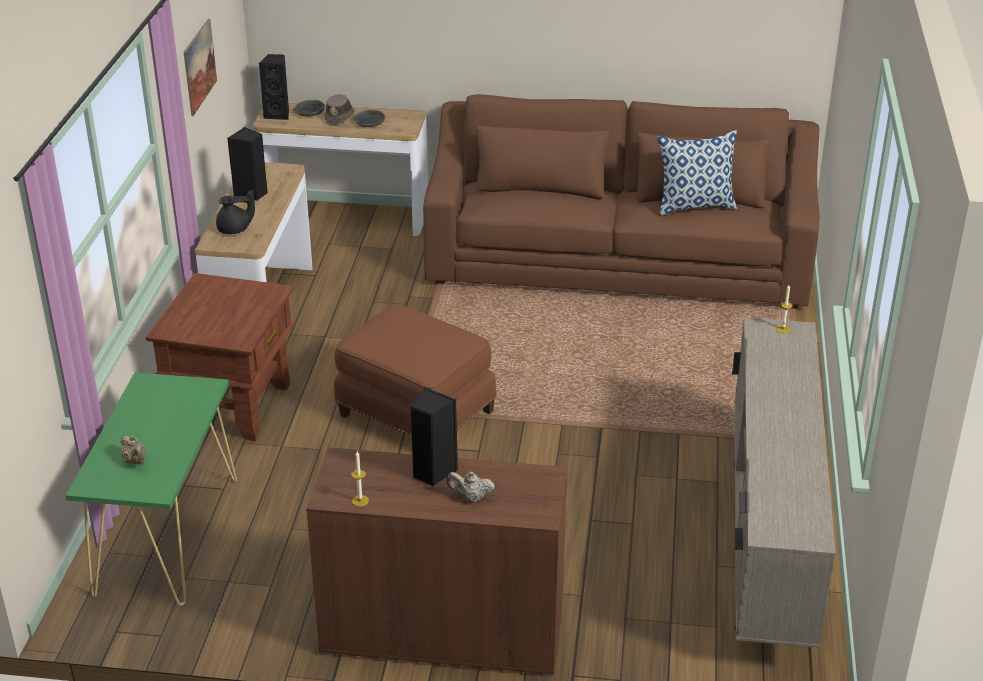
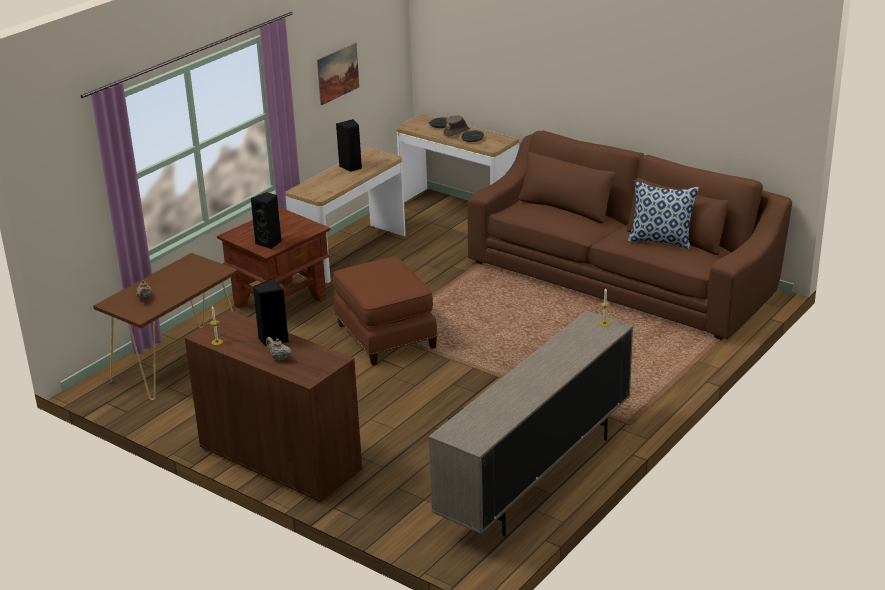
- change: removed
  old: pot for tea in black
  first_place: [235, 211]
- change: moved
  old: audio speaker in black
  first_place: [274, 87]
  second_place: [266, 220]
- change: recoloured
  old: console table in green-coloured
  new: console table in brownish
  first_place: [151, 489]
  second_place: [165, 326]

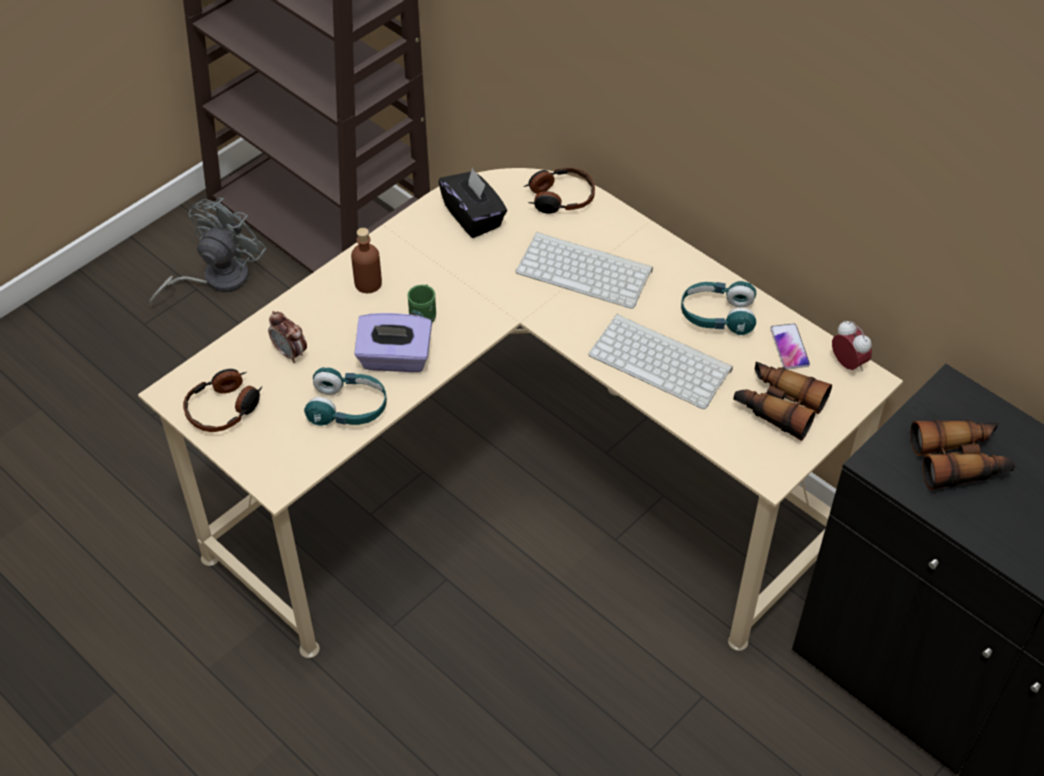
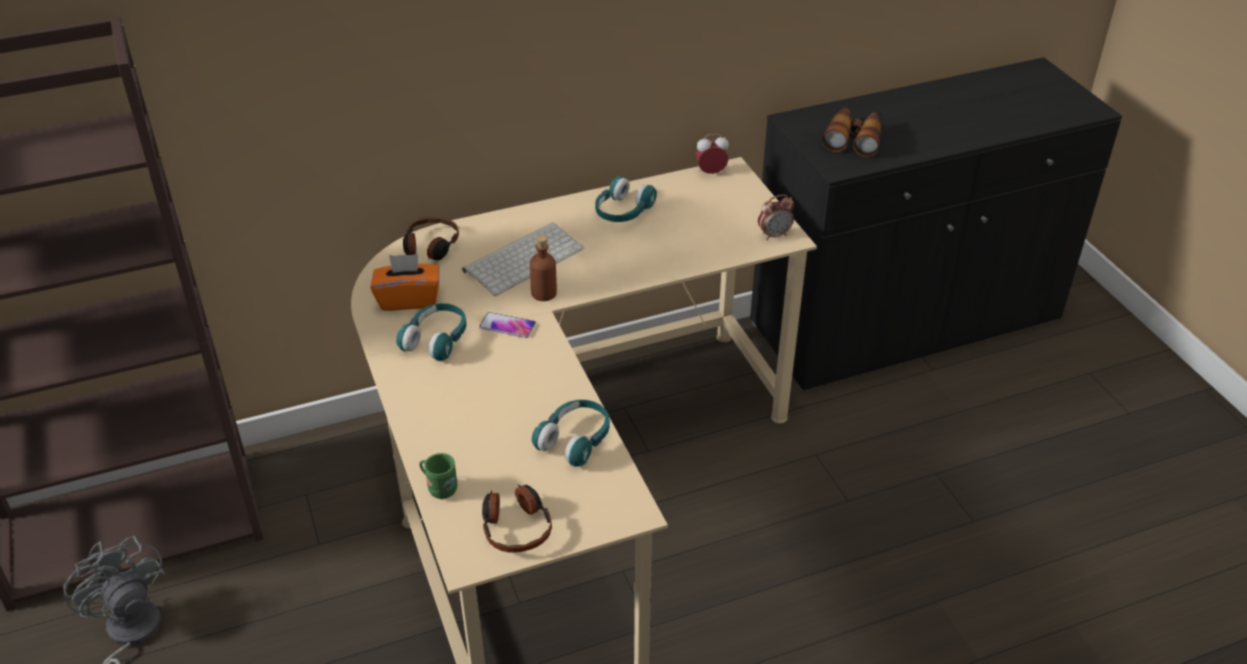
- change: removed
  old: tissue holder in purple
  first_place: [393, 342]
- change: removed
  old: computer keyboard
  first_place: [660, 361]
- change: removed
  old: binoculars
  first_place: [782, 401]
- change: added
  new: headphones in turquoise
  second_place: [431, 332]
- change: moved
  old: alarm clock
  first_place: [287, 337]
  second_place: [776, 217]
- change: moved
  old: drink bottle in brownish
  first_place: [366, 260]
  second_place: [543, 268]
- change: moved
  old: mug in green-coloured
  first_place: [421, 303]
  second_place: [438, 476]
- change: moved
  old: telephone
  first_place: [790, 346]
  second_place: [507, 325]
- change: recoloured
  old: tissue holder in black
  new: tissue holder in orange
  first_place: [472, 202]
  second_place: [405, 282]

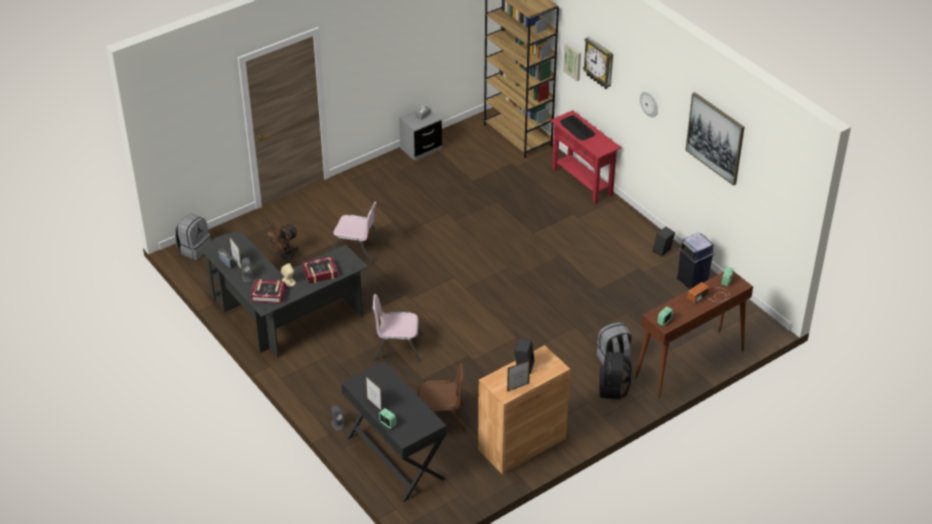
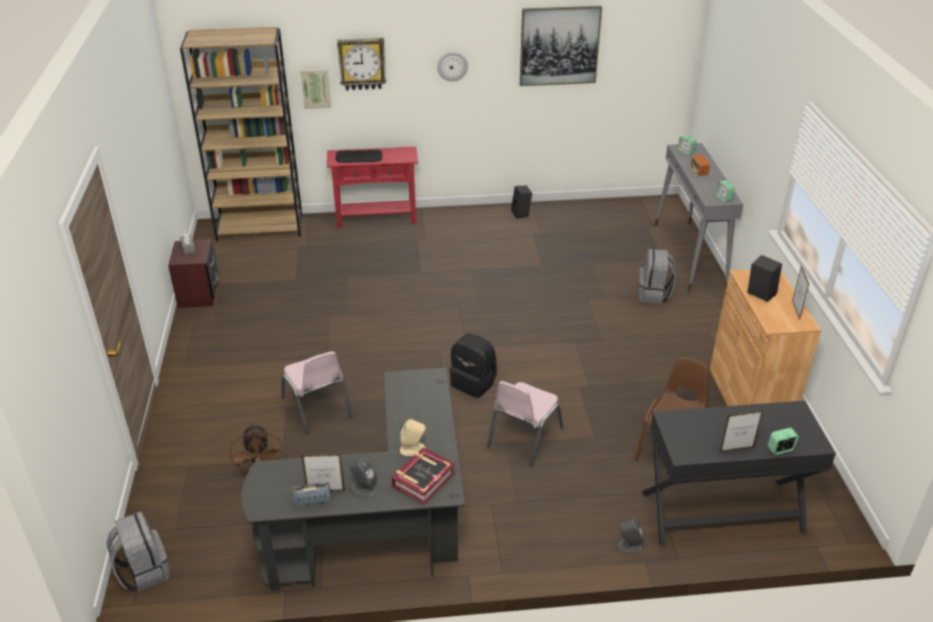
- change: removed
  old: bound book
  first_place: [320, 270]
- change: removed
  old: rubbish bin in bluish
  first_place: [696, 261]
- change: moved
  old: rucksack in black
  first_place: [615, 375]
  second_place: [473, 365]
- change: recoloured
  old: bedside table in gray
  new: bedside table in brownish
  first_place: [420, 135]
  second_place: [193, 273]
- change: recoloured
  old: console table in brownish
  new: console table in gray
  first_place: [694, 335]
  second_place: [699, 217]
- change: turned
  old: chair in pink
  first_place: [357, 232]
  second_place: [317, 392]
  degrees: 105

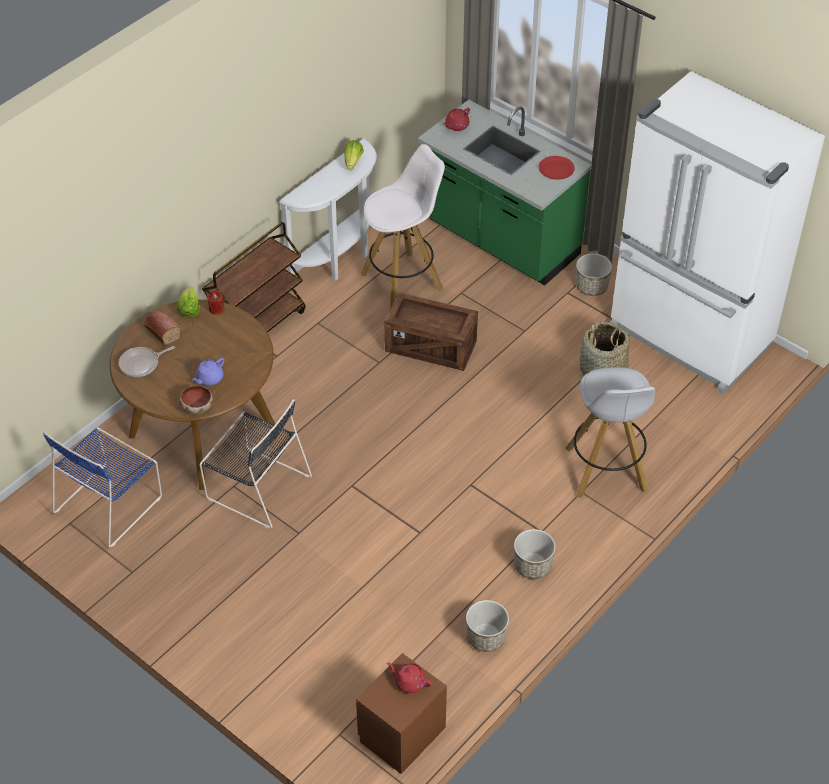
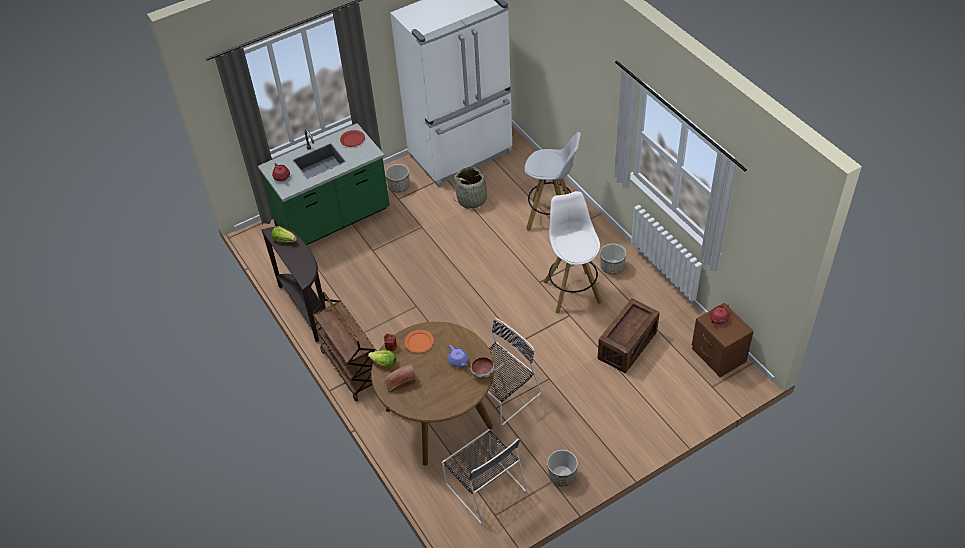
- change: removed
  old: skillet
  first_place: [147, 361]
- change: added
  new: plate in orange
  second_place: [419, 341]
- change: moved
  old: sitting stool in whitish
  first_place: [403, 226]
  second_place: [573, 252]
- change: moved
  old: shipping crate
  first_place: [431, 331]
  second_place: [629, 336]
- change: moved
  old: planter
  first_place: [487, 626]
  second_place: [562, 468]
- change: recoloured
  old: chair in bluish
  new: chair in black
  first_place: [102, 487]
  second_place: [484, 477]
- change: recoloured
  old: console table in whitish
  new: console table in brownish
  first_place: [328, 209]
  second_place: [293, 284]

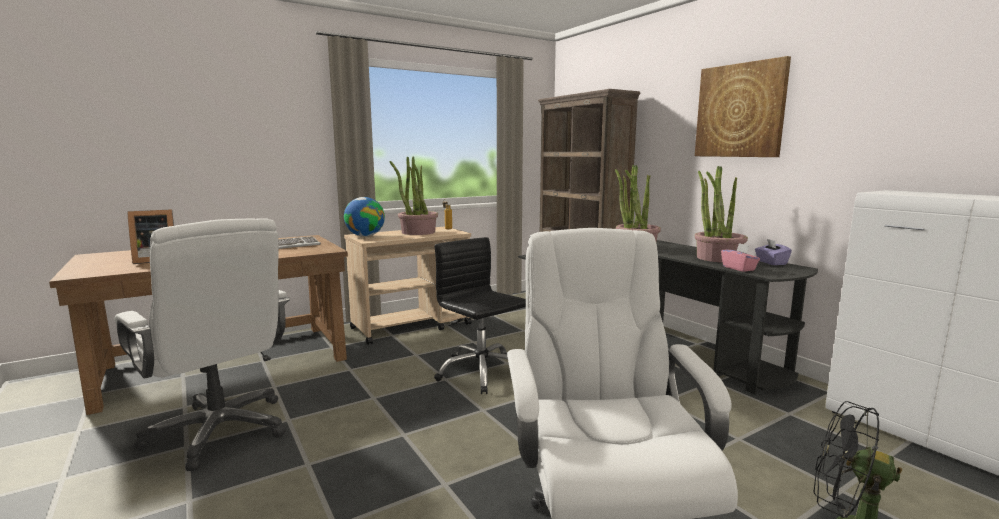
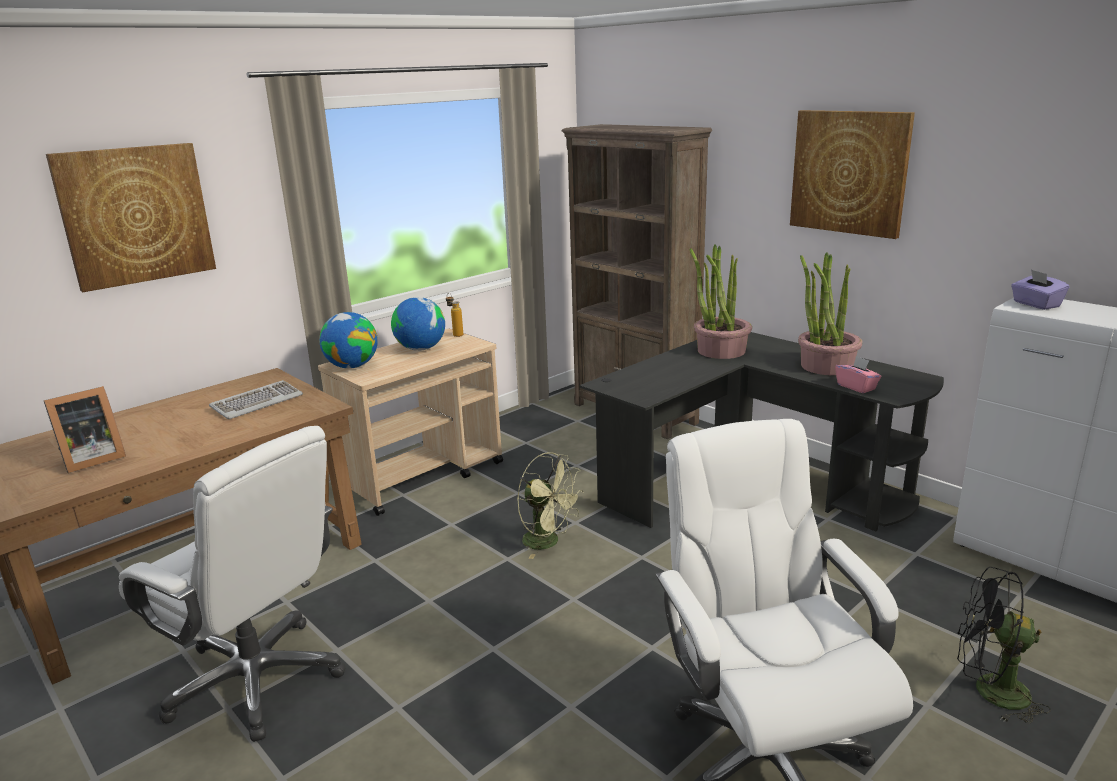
- change: added
  new: wall picture
  second_place: [131, 217]
- change: moved
  old: tissue holder in purple
  first_place: [773, 252]
  second_place: [1040, 289]
- change: replaced
  old: houseplant
  new: desk globe
  first_place: [413, 195]
  second_place: [418, 324]
- change: replaced
  old: computer chair in black
  new: cooling fan in green-coloured
  first_place: [480, 315]
  second_place: [550, 505]

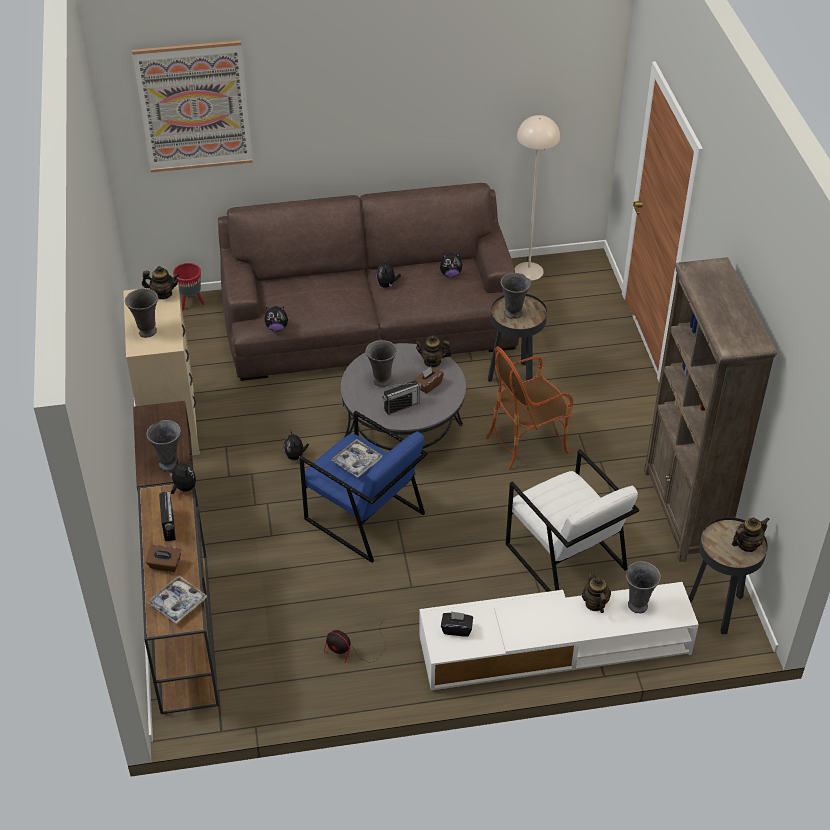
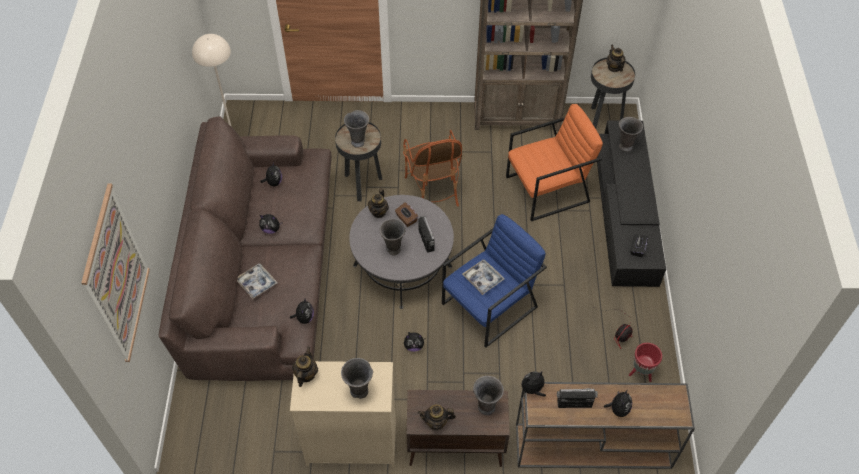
- change: moved
  old: serving tray
  first_place: [177, 600]
  second_place: [257, 281]
- change: moved
  old: planter in red
  first_place: [188, 286]
  second_place: [645, 362]
- change: moved
  old: pot for tea
  first_place: [596, 591]
  second_place: [437, 417]
- change: replaced
  old: tissue holder in brownish
  new: plush toy
  first_place: [163, 558]
  second_place: [618, 403]
- change: recoloured
  old: media console in whitish
  new: media console in black
  first_place: [559, 636]
  second_place: [631, 203]
- change: recoloured
  old: lounge chair in whitish
  new: lounge chair in orange
  first_place: [572, 520]
  second_place: [554, 162]

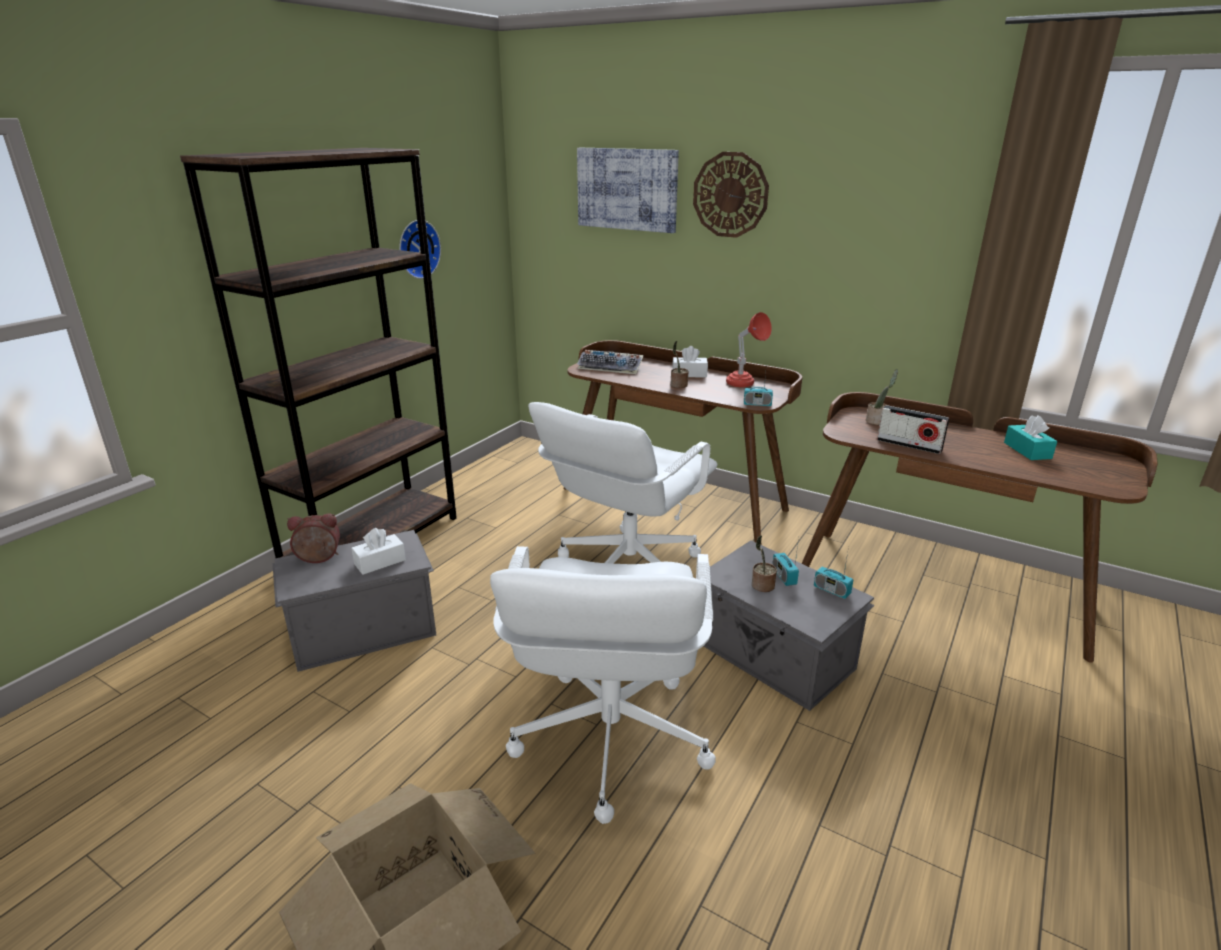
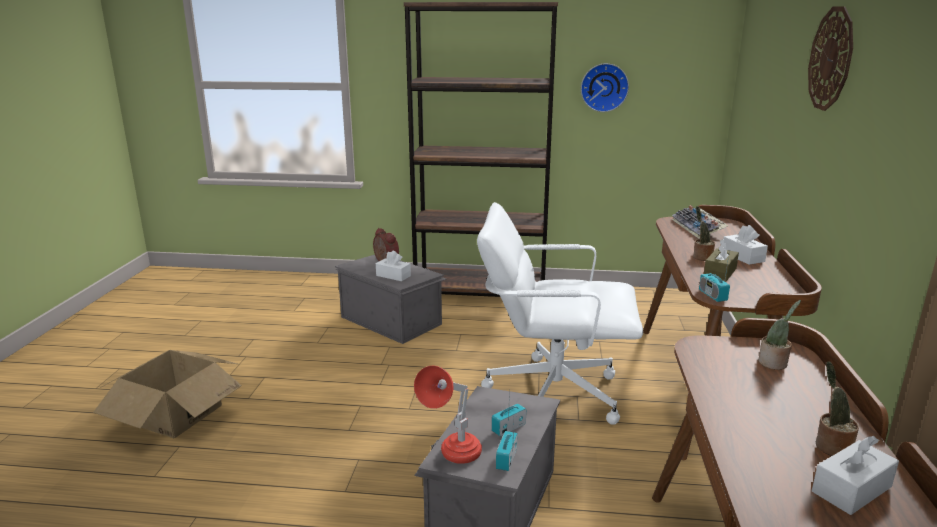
- change: removed
  old: computer chair in whitish
  first_place: [603, 685]
- change: removed
  old: wall picture
  first_place: [628, 190]
- change: removed
  old: radio
  first_place: [913, 429]
- change: added
  new: tissue holder in brownish
  second_place: [721, 260]
- change: moved
  old: lamp for a table in red
  first_place: [749, 349]
  second_place: [448, 415]
- change: moved
  old: houseplant
  first_place: [764, 563]
  second_place: [837, 408]
- change: recoloured
  old: tissue holder in turquoise
  new: tissue holder in whitish
  first_place: [1030, 437]
  second_place: [855, 475]

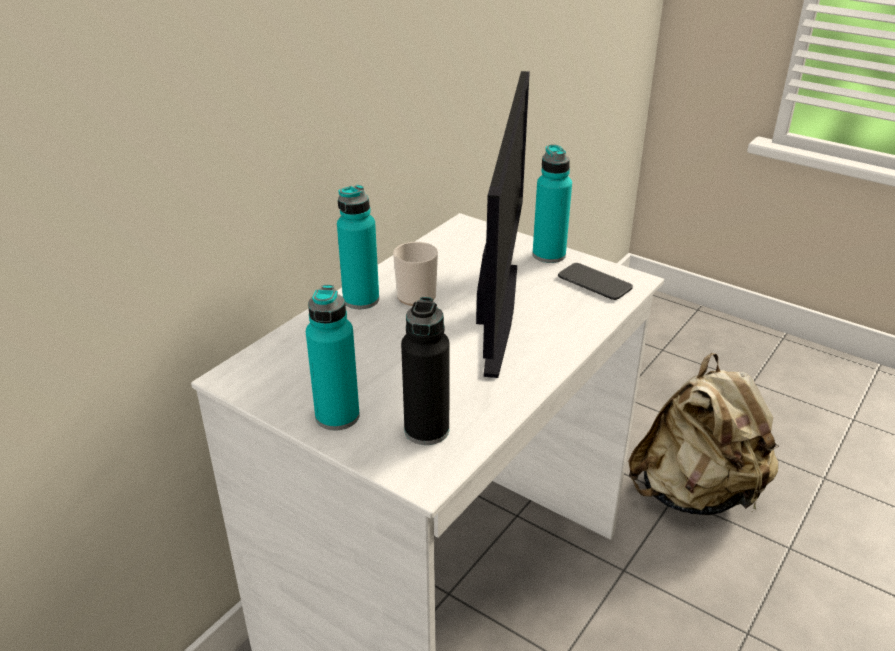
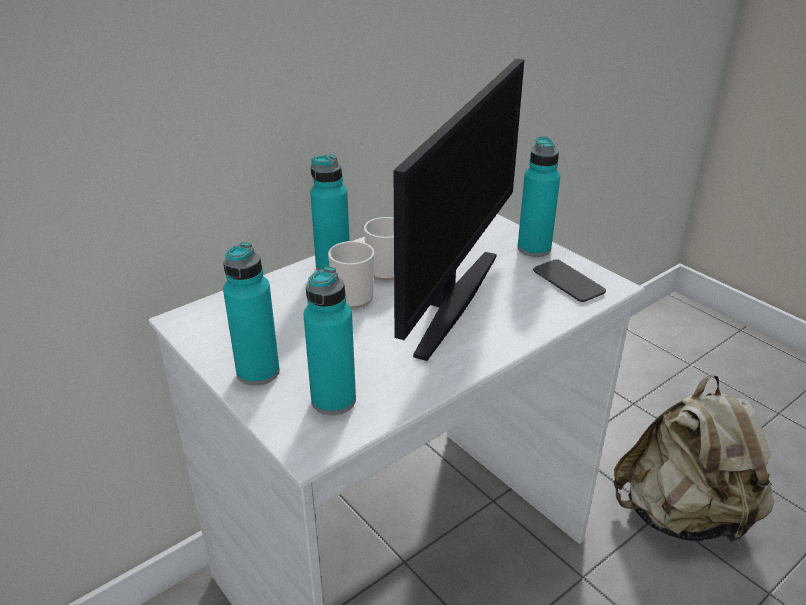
- change: added
  new: mug
  second_place: [351, 274]
- change: recoloured
  old: drink bottle in black
  new: drink bottle in turquoise
  first_place: [425, 371]
  second_place: [329, 340]

